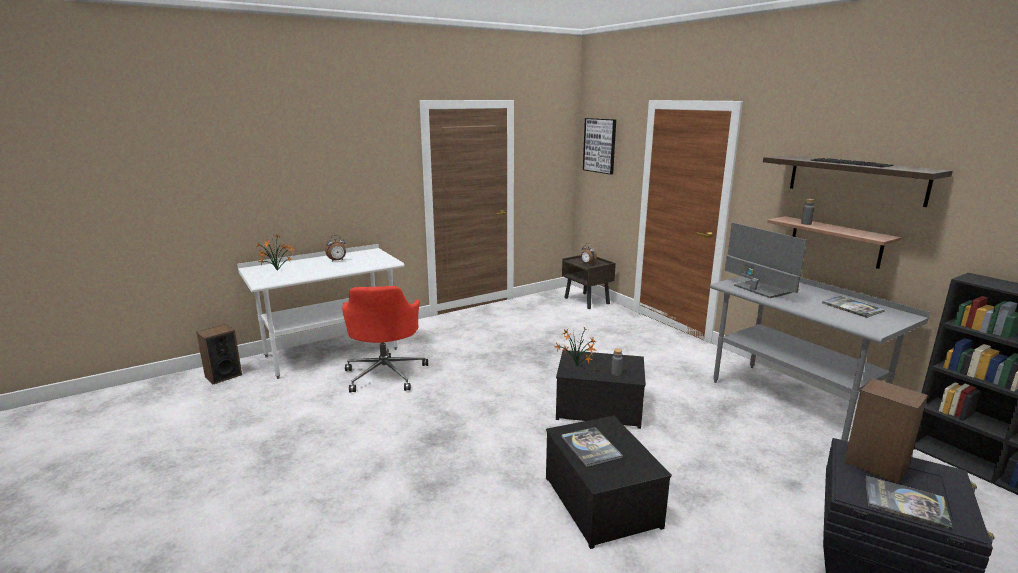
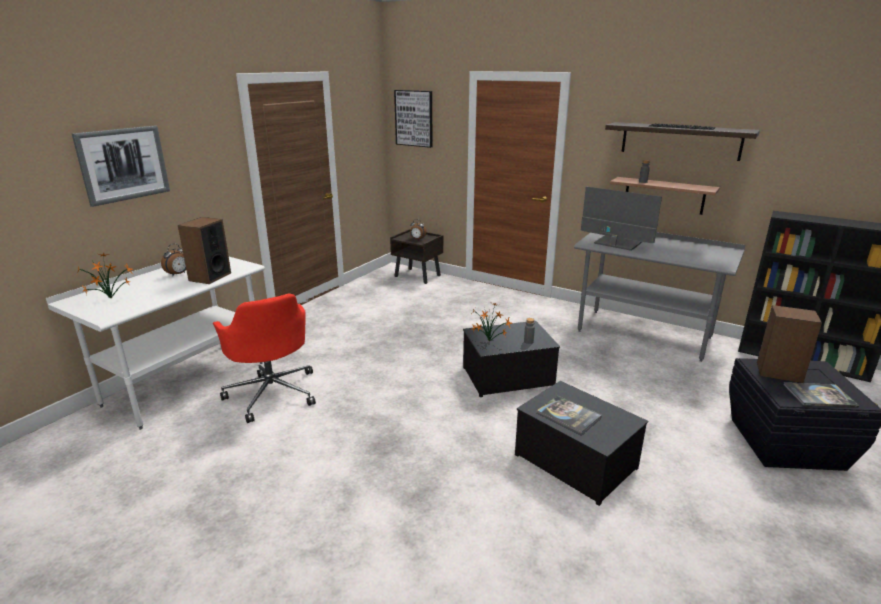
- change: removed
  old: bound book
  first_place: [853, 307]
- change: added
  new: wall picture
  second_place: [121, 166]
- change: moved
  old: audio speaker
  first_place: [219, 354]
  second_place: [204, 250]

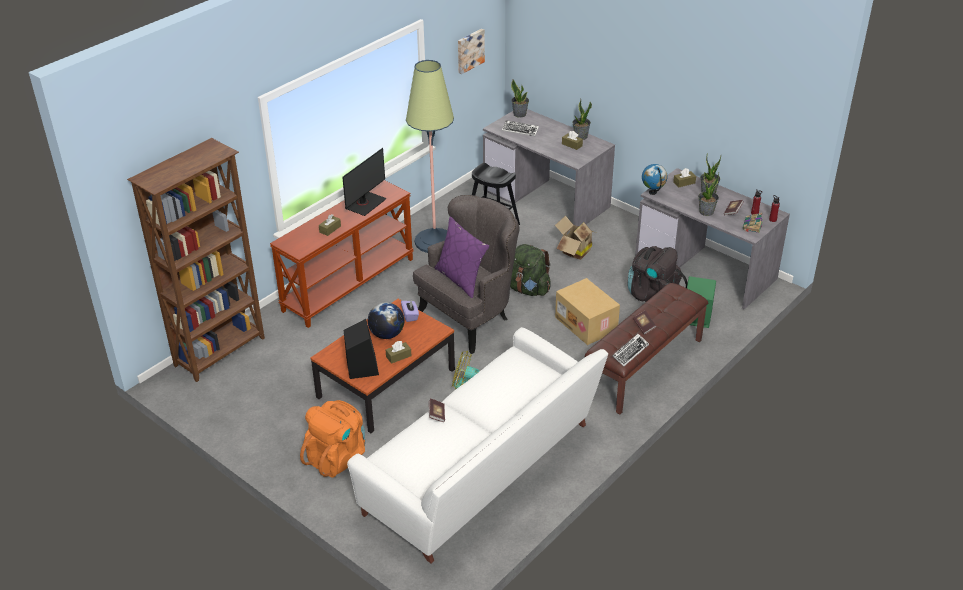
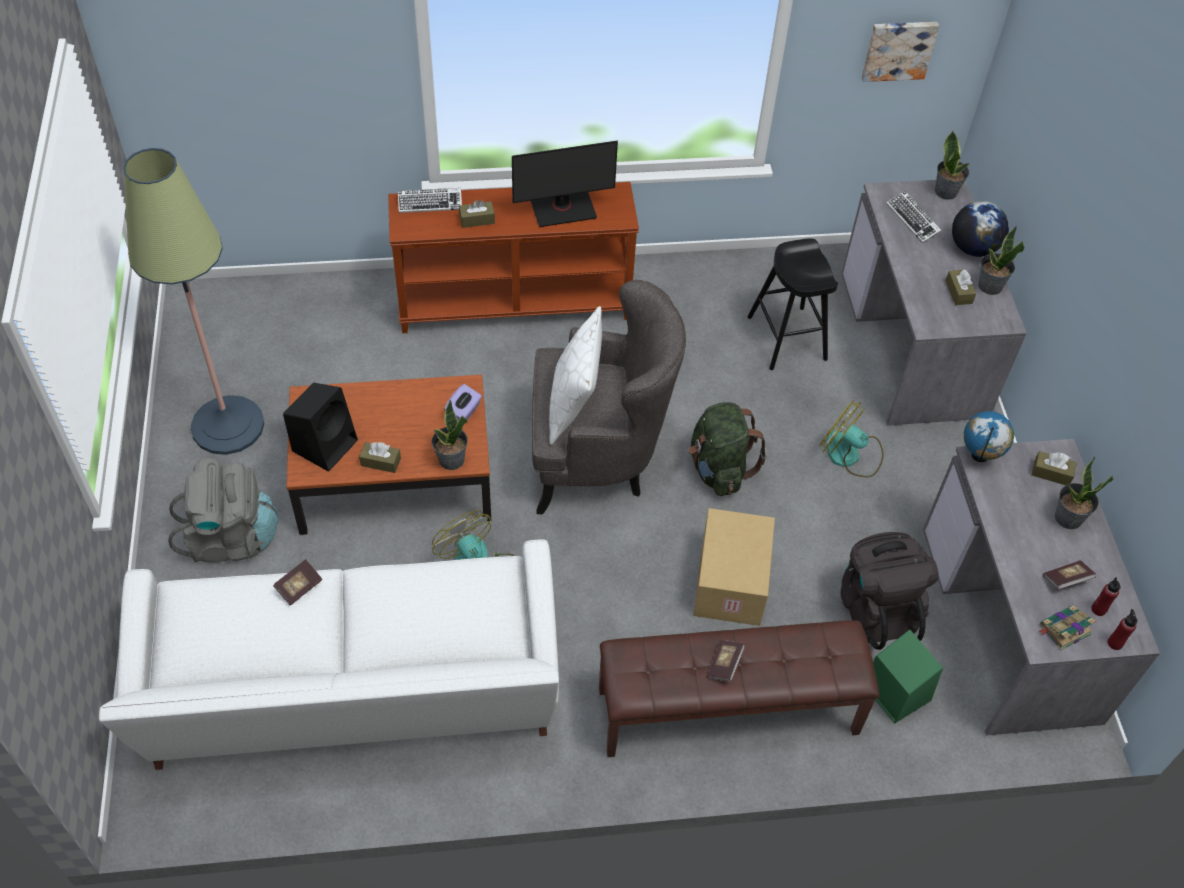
- change: removed
  old: shelving unit in brownish
  first_place: [196, 260]
- change: moved
  old: desk globe
  first_place: [386, 320]
  second_place: [980, 229]
- change: moved
  old: standing lamp
  first_place: [430, 156]
  second_place: [193, 301]
- change: moved
  old: computer keyboard
  first_place: [630, 350]
  second_place: [430, 200]
- change: moved
  old: houseplant
  first_place: [708, 194]
  second_place: [450, 435]
- change: replaced
  old: packing box
  new: cooling fan
  first_place: [575, 238]
  second_place: [851, 439]
- change: recoloured
  old: rucksack in orange
  new: rucksack in gray
  first_place: [332, 439]
  second_place: [223, 510]
- change: recoloured
  old: throw pillow in purple
  new: throw pillow in whitish
  first_place: [461, 257]
  second_place: [575, 375]

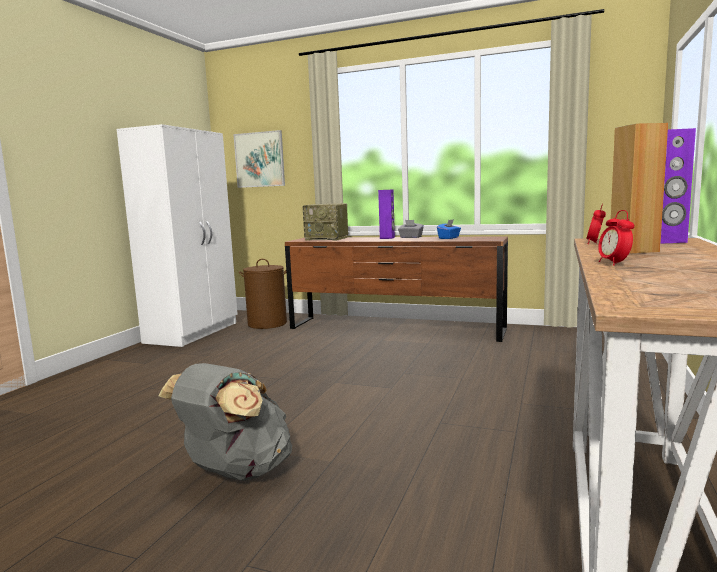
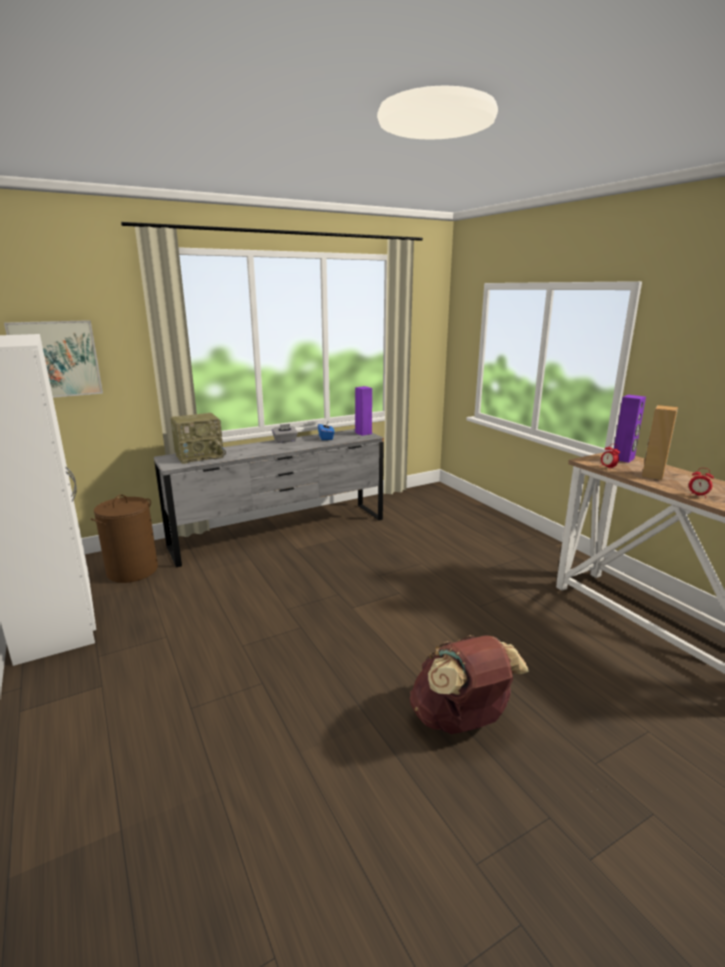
- change: moved
  old: audio speaker in purple
  first_place: [386, 214]
  second_place: [363, 411]
- change: recoloured
  old: rucksack in gray
  new: rucksack in brownish
  first_place: [225, 422]
  second_place: [469, 684]
- change: recoloured
  old: drawer chest in brownish
  new: drawer chest in gray
  first_place: [396, 289]
  second_place: [269, 498]

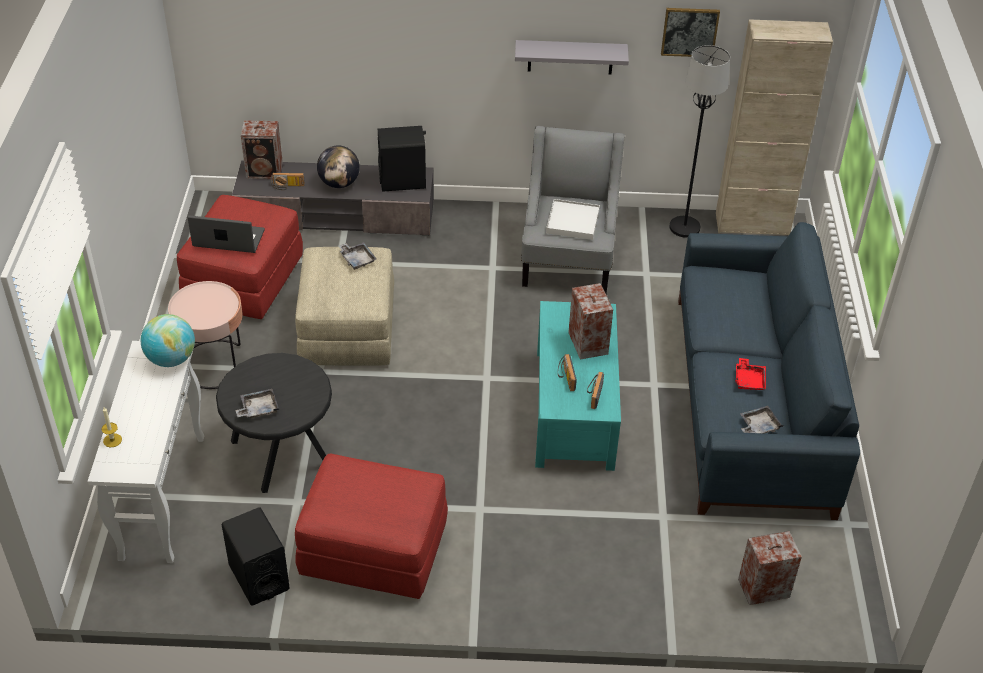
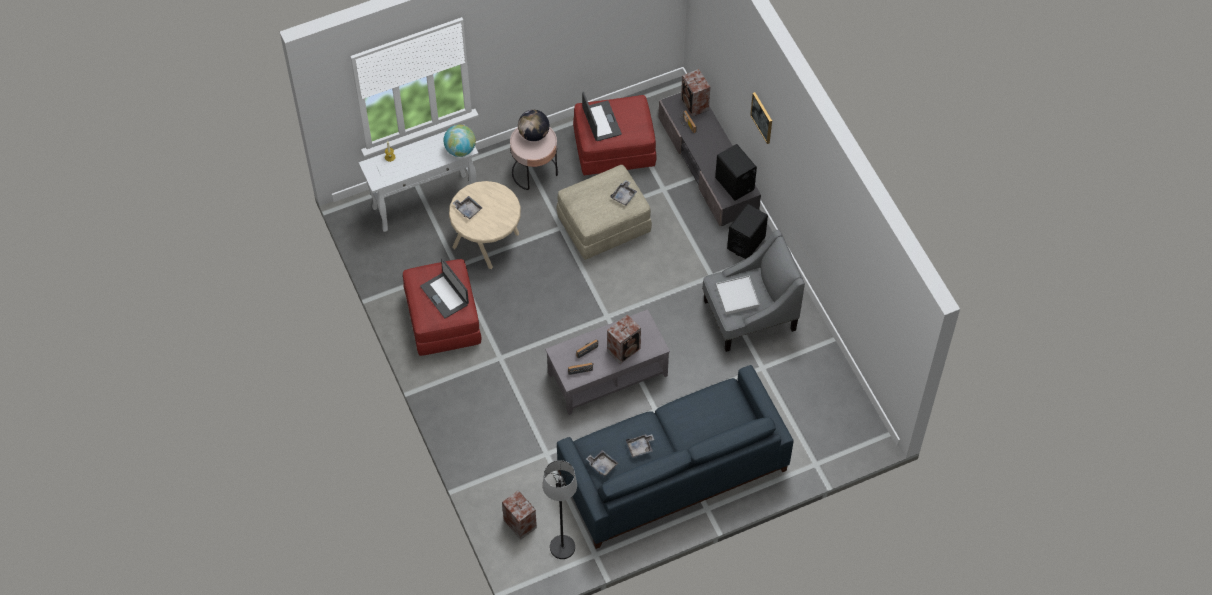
- change: removed
  old: wall shelf in gray
  first_place: [572, 57]
- change: removed
  old: storage cabinet in beige
  first_place: [774, 127]
- change: added
  new: laptop
  second_place: [444, 288]
- change: moved
  old: audio speaker in black
  first_place: [255, 556]
  second_place: [747, 231]
- change: moved
  old: desk globe
  first_place: [338, 166]
  second_place: [533, 125]
- change: moved
  old: wall picture
  first_place: [690, 32]
  second_place: [761, 118]
- change: moved
  old: standing lamp in black
  first_place: [699, 141]
  second_place: [560, 509]
- change: recoloured
  old: side table in black
  new: side table in beige
  first_place: [274, 423]
  second_place: [485, 225]
- change: recoloured
  old: lounge table in turquoise
  new: lounge table in gray
  first_place: [578, 386]
  second_place: [607, 362]
- change: recoloured
  old: serving tray in red
  new: serving tray in gray
  first_place: [750, 374]
  second_place: [640, 446]

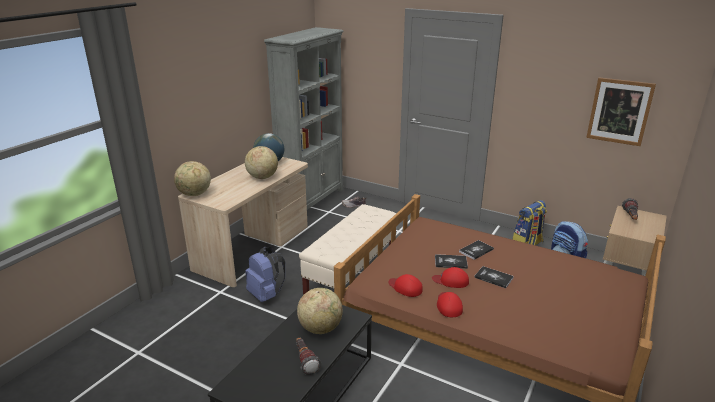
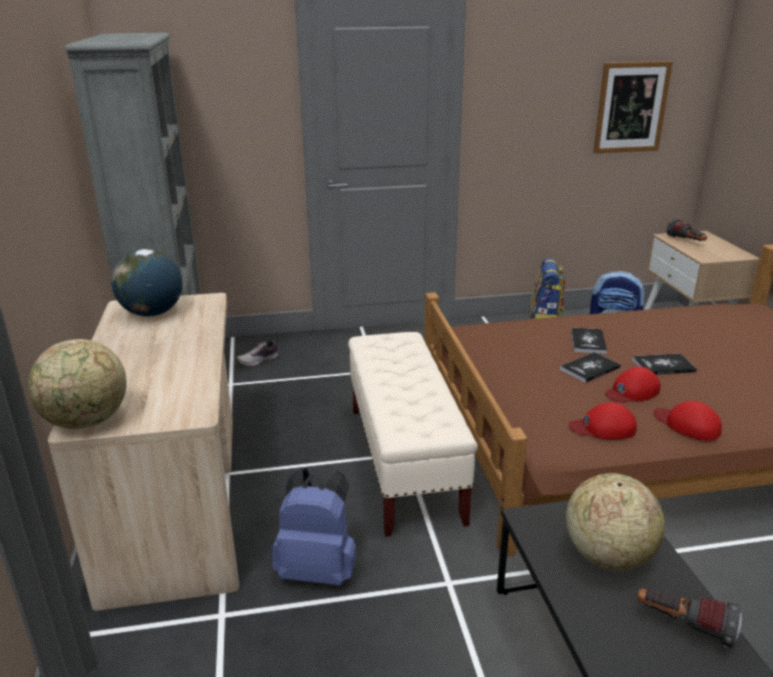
- change: removed
  old: desk globe
  first_place: [261, 162]

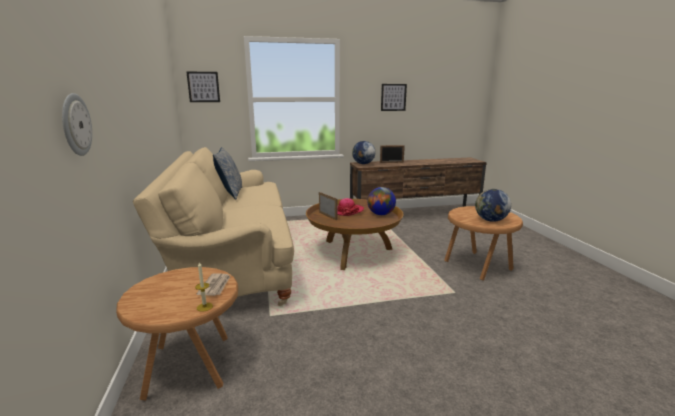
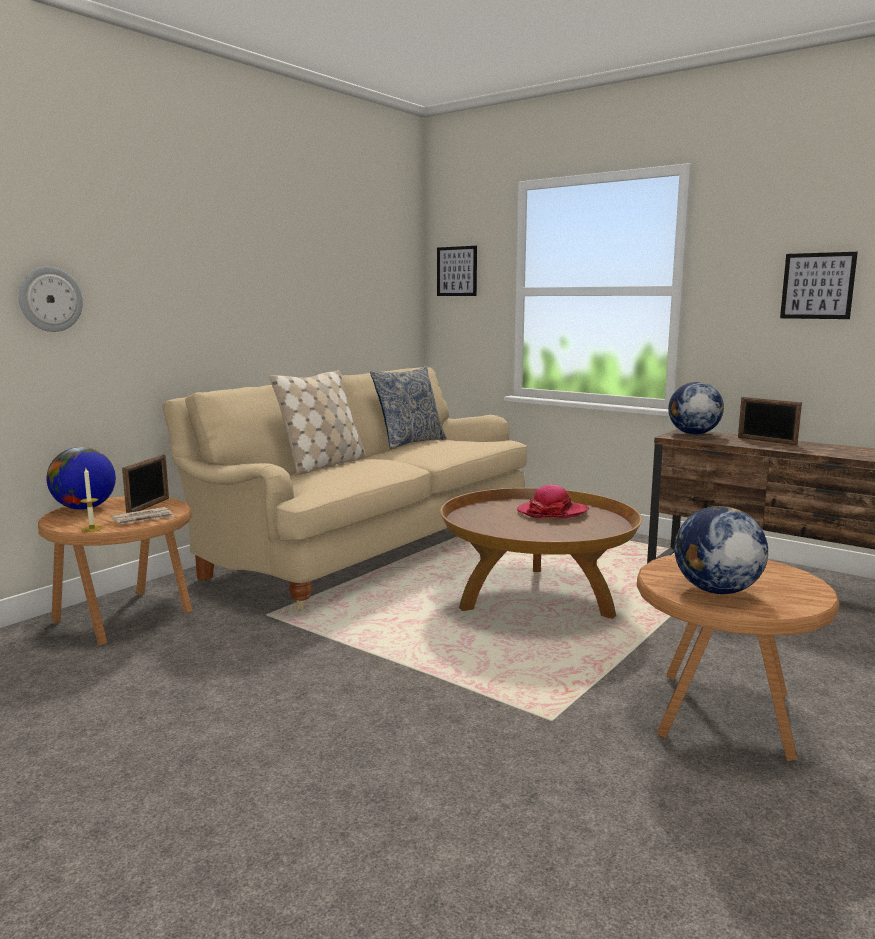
- change: added
  new: throw pillow in beige
  second_place: [317, 422]
- change: moved
  old: standing frame
  first_place: [328, 206]
  second_place: [145, 484]
- change: moved
  old: desk globe
  first_place: [381, 201]
  second_place: [81, 478]

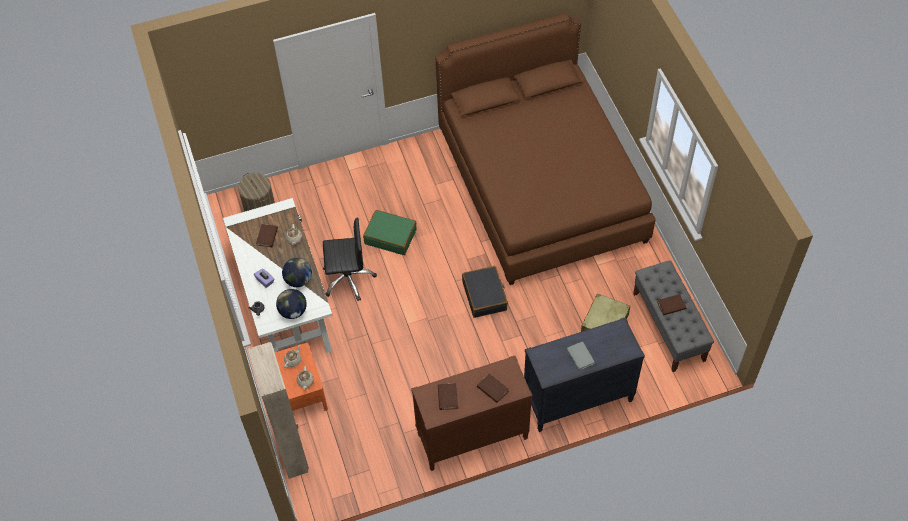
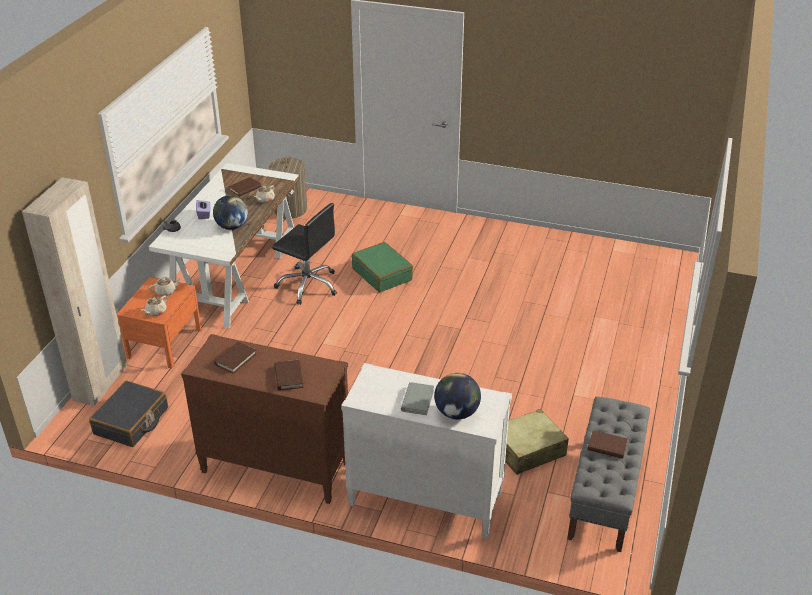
- change: removed
  old: sleeping bed in brownish
  first_place: [545, 149]
- change: moved
  old: desk globe
  first_place: [291, 304]
  second_place: [457, 396]
- change: moved
  old: piece of luggage in black
  first_place: [485, 292]
  second_place: [128, 414]
- change: recoloured
  old: drawer chest in black
  new: drawer chest in whitish
  first_place: [584, 374]
  second_place: [426, 451]

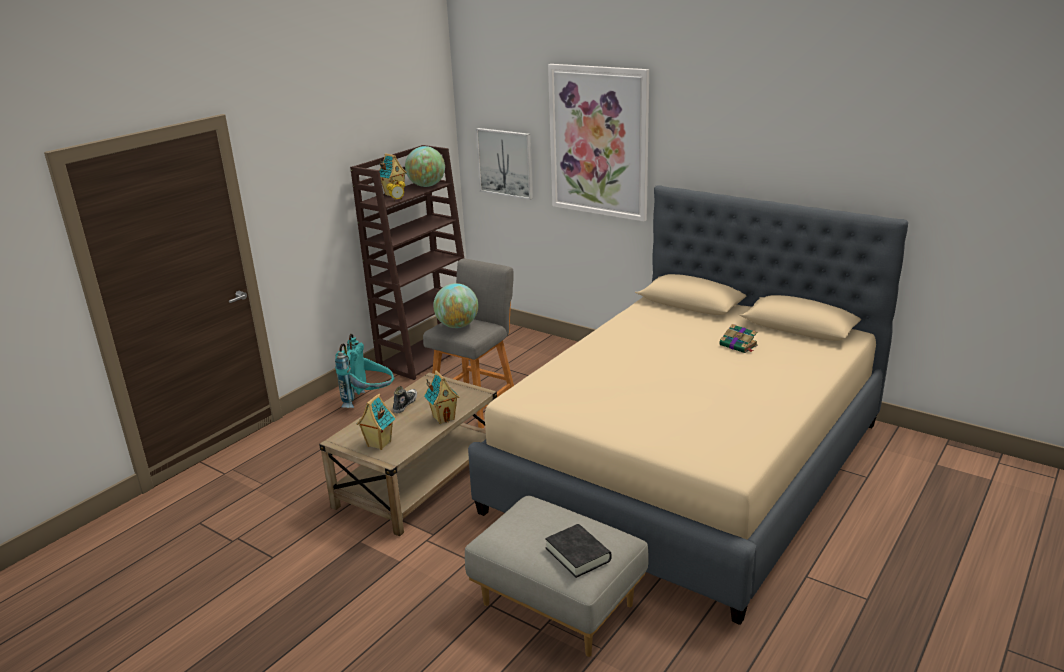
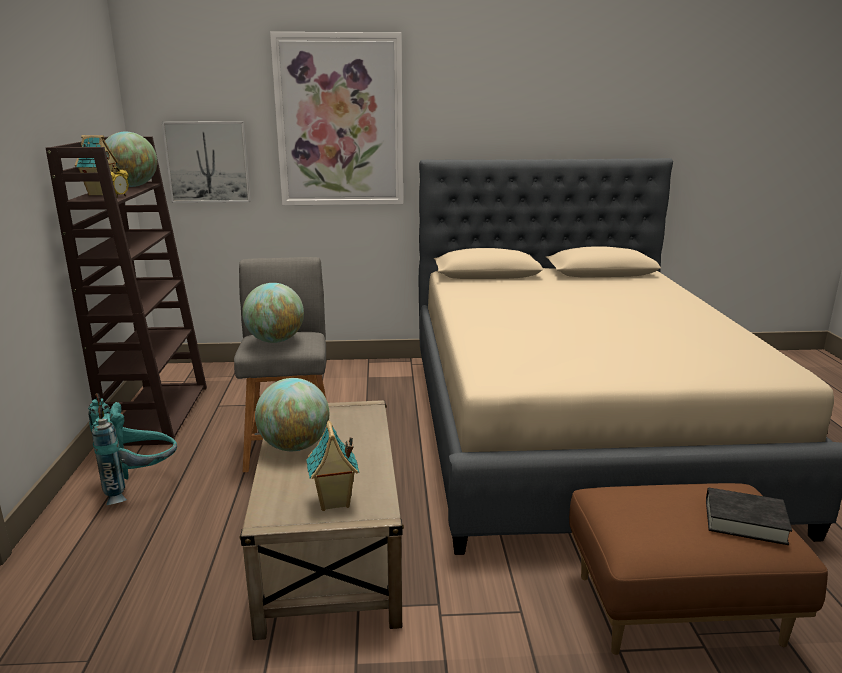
- change: removed
  old: model house
  first_place: [442, 397]
- change: removed
  old: bound book
  first_place: [738, 338]
- change: replaced
  old: item of footwear
  new: desk globe
  first_place: [405, 399]
  second_place: [292, 414]
- change: recoloured
  old: ottoman in gray
  new: ottoman in brownish
  first_place: [556, 576]
  second_place: [698, 569]

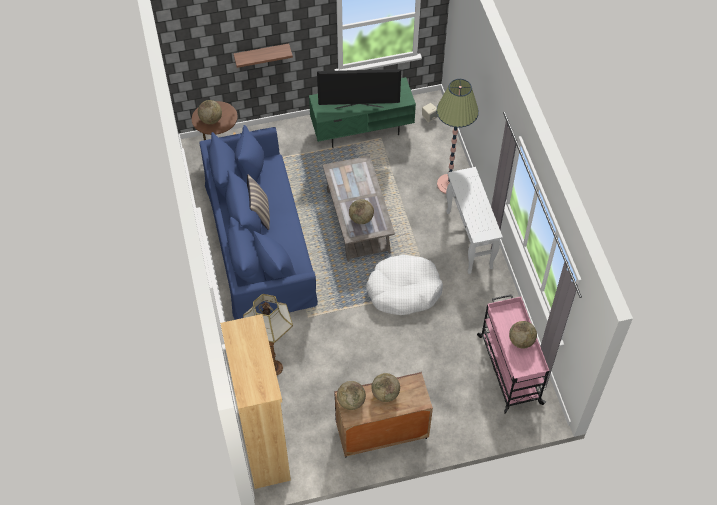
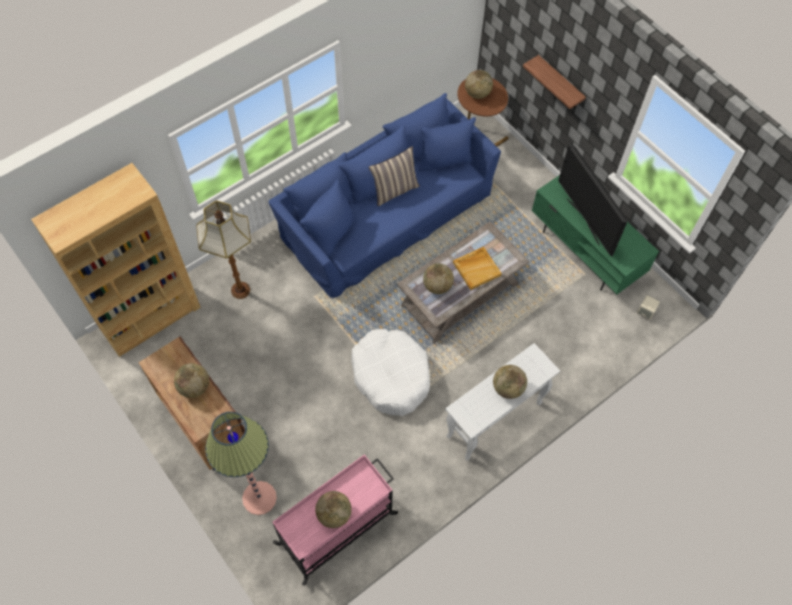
- change: added
  new: serving tray in beige
  second_place: [477, 268]
- change: moved
  old: desk globe
  first_place: [351, 395]
  second_place: [510, 382]
- change: moved
  old: standing lamp
  first_place: [457, 136]
  second_place: [241, 463]

